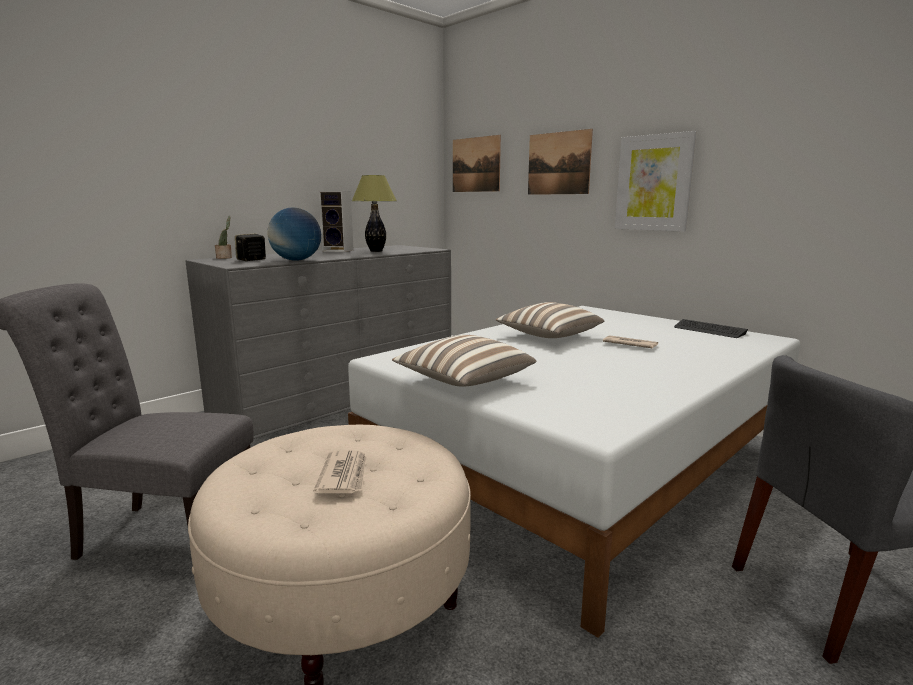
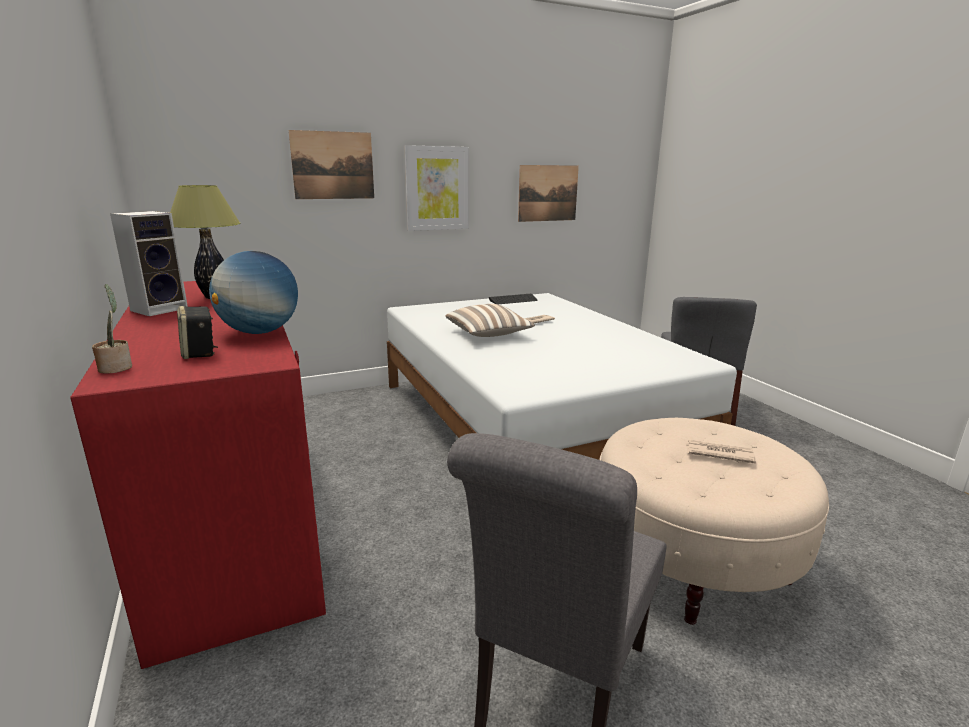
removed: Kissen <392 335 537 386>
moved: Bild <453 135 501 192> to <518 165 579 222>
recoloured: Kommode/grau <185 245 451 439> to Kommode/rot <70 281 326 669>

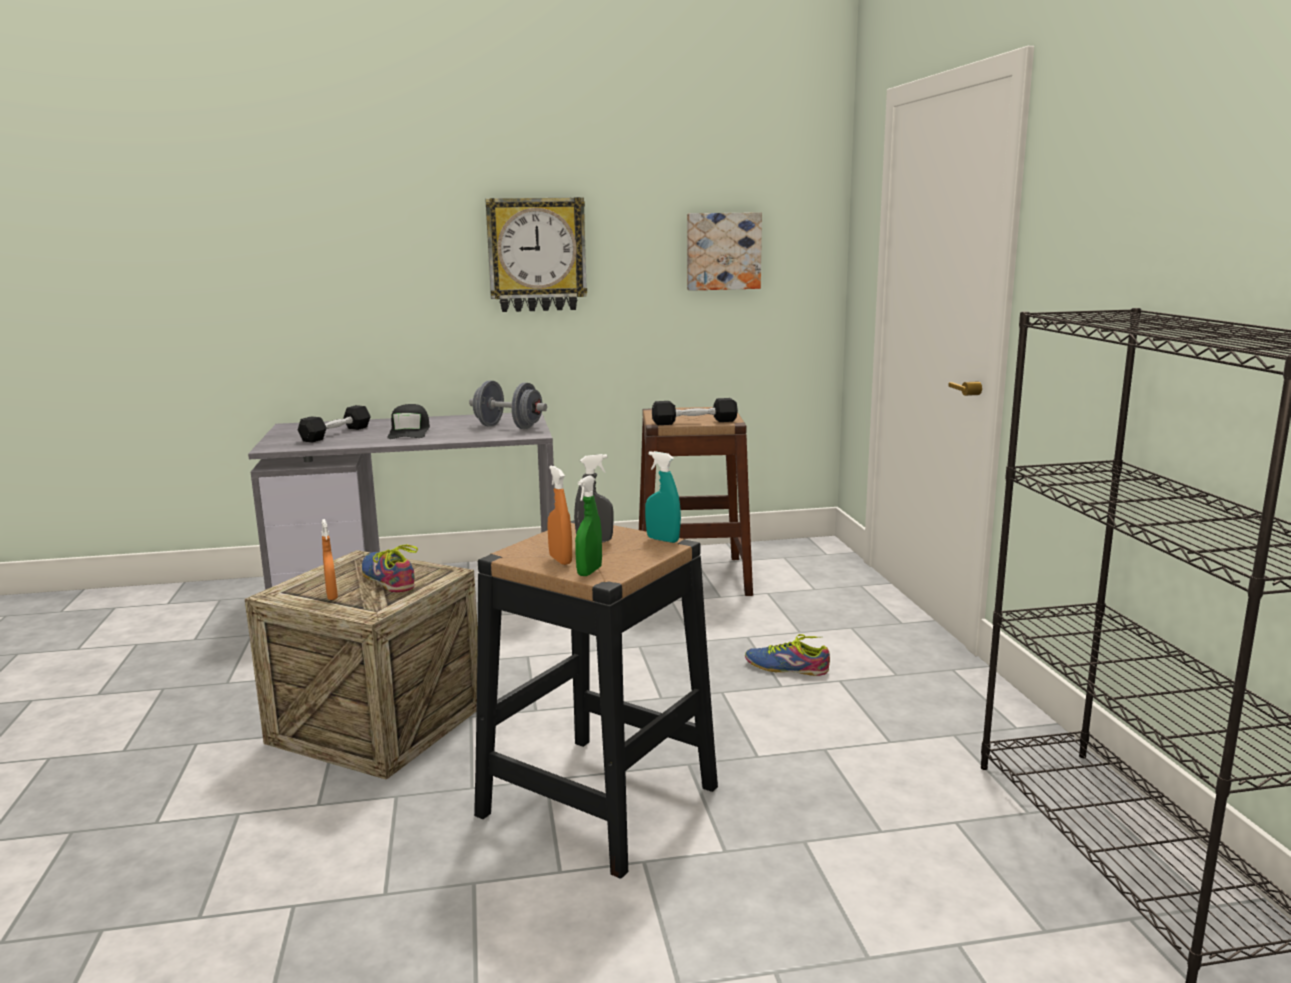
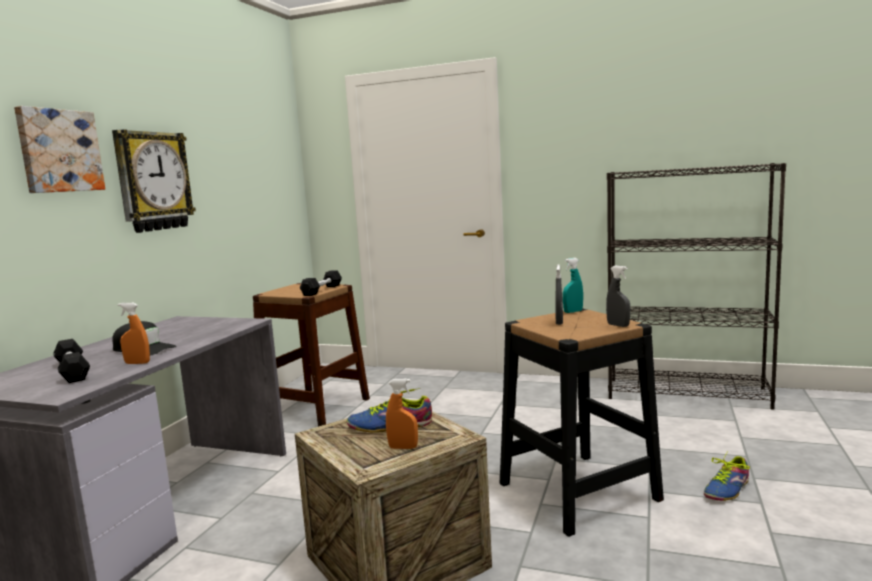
removed: Hantel/grau <469 381 547 429>
moved: Bild <687 212 762 291> to <14 106 105 193>; Sprühflasche/orange <547 466 572 565> to <118 303 150 364>; Schuh <745 634 830 676> to <704 451 750 501>
recoloured: Sprühflasche/grün <575 476 602 576> to Sprühflasche/grau <606 266 631 327>

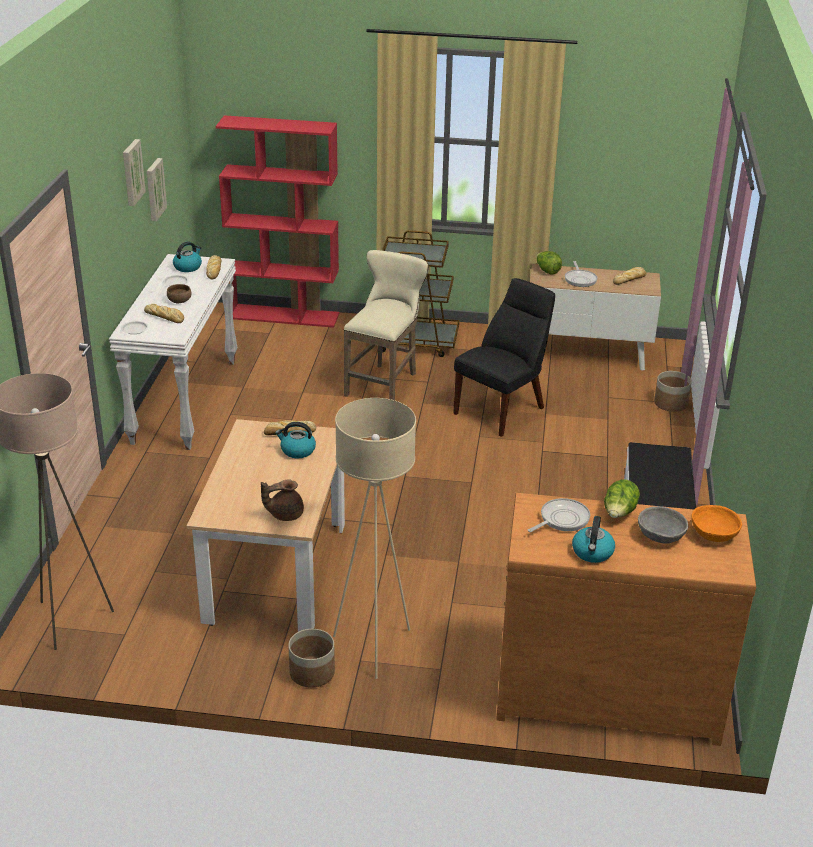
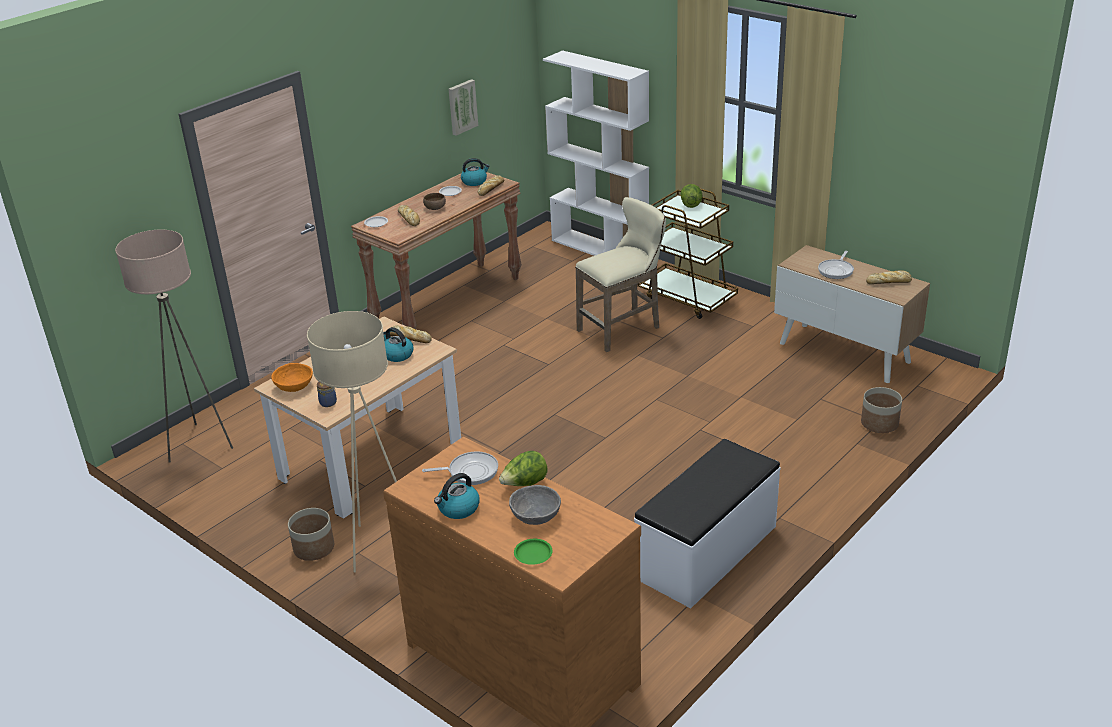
removed: Bild <123 139 146 206>; Stuhl/schwarz <453 278 555 437>
added: Teller/grün <514 539 553 565>
moved: Salatkopf <536 251 562 275> to <680 184 703 208>; Schüssel/orange <691 505 742 542> to <271 363 313 392>
replaced: Teekanne/braun <261 479 304 521> to Vorratsglas <317 382 337 407>
recoloured: Bücherregal/rot <216 115 339 328> to Bücherregal/weiß <543 50 649 256>; Konsolentisch/weiß <109 254 238 450> to Konsolentisch/braun <351 172 522 329>

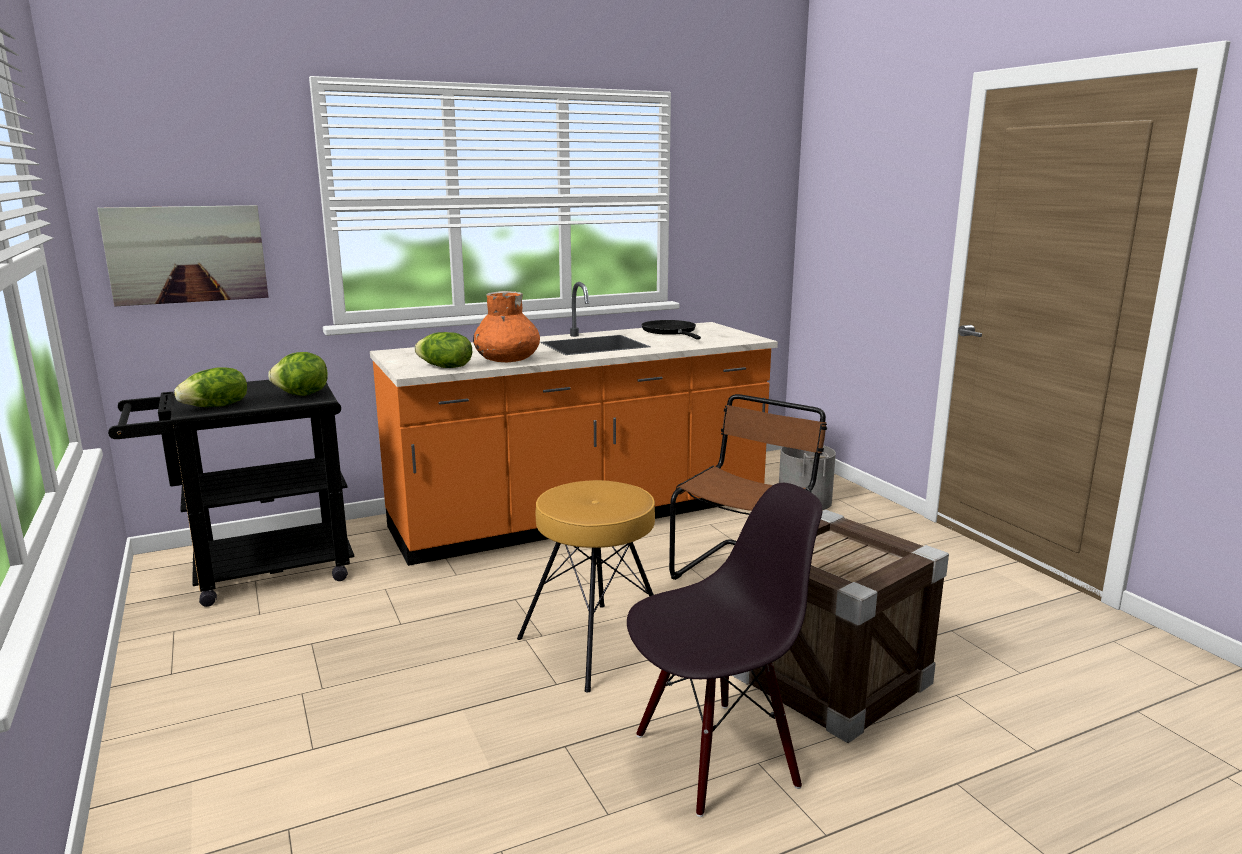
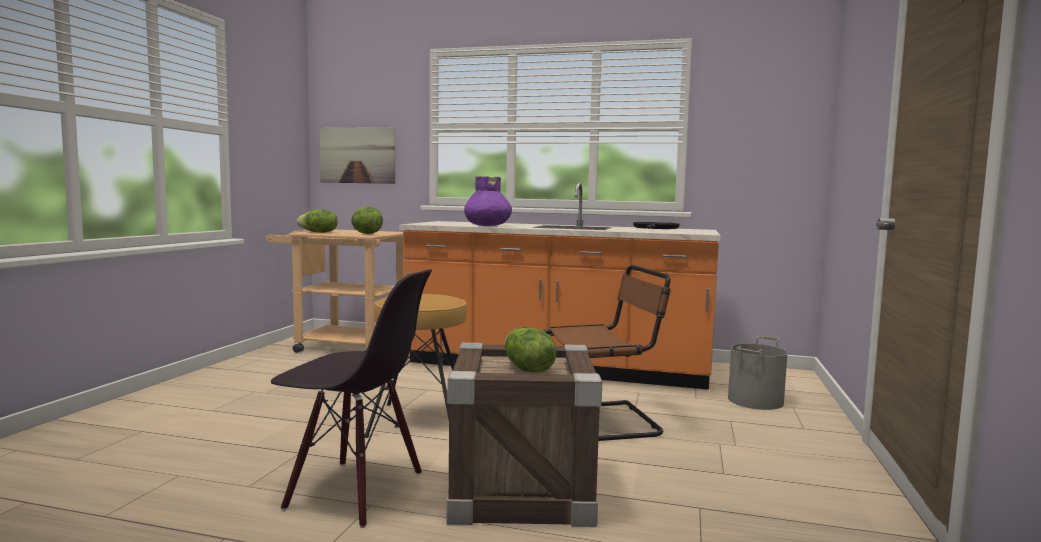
moved: Salatkopf <415 332 472 368> to <505 327 557 373>
recoloured: Vase/orange <473 291 540 363> to Vase/lila <464 176 512 226>; Rollwagen/schwarz <108 380 354 607> to Rollwagen/beige <265 229 404 353>

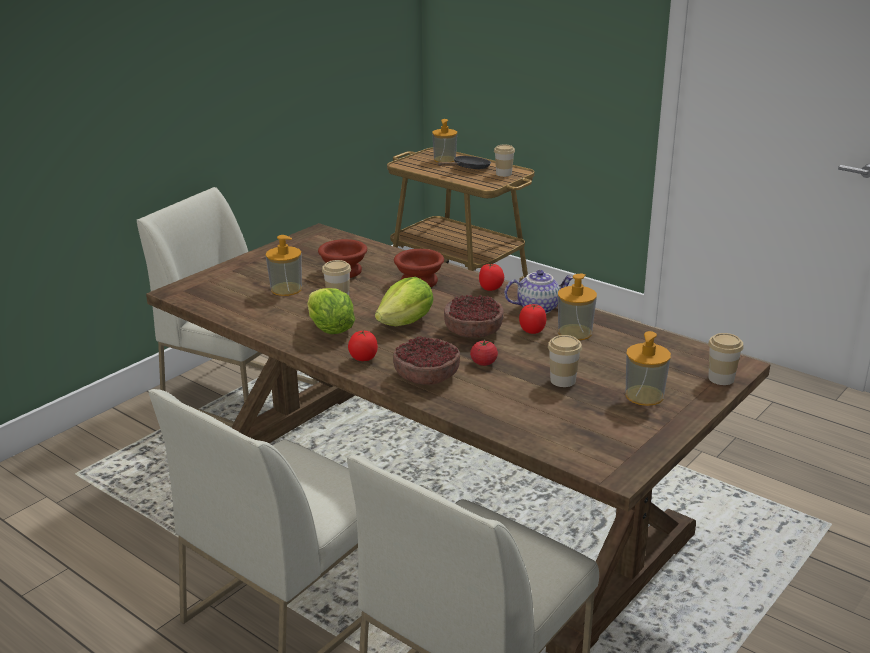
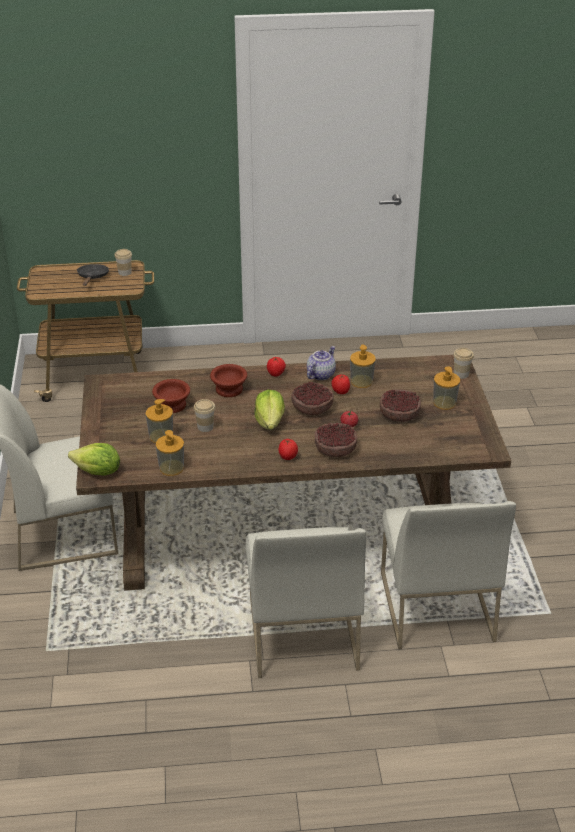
moved: Seifenspender <432 119 457 162> to <156 430 184 476>; Salatkopf <307 288 355 334> to <68 443 120 476>
replaced: Tasse <548 335 582 387> to Schüssel <380 389 421 422>

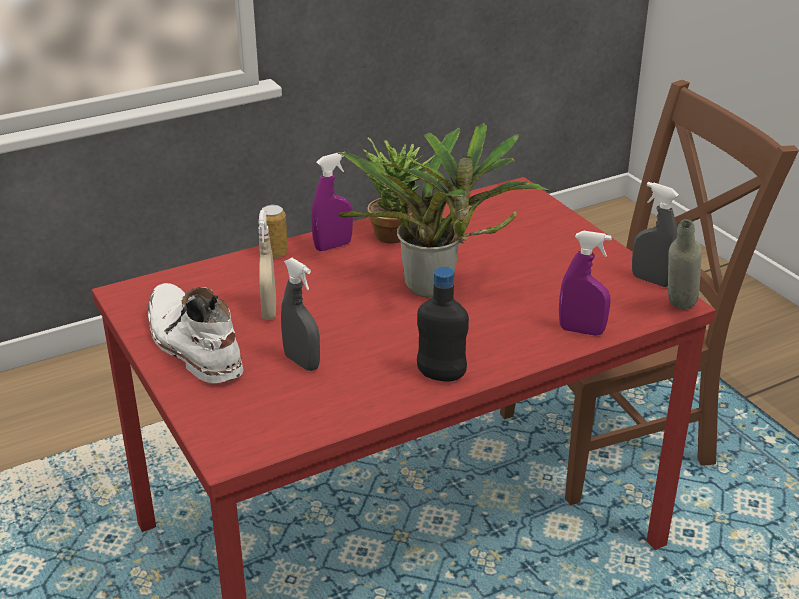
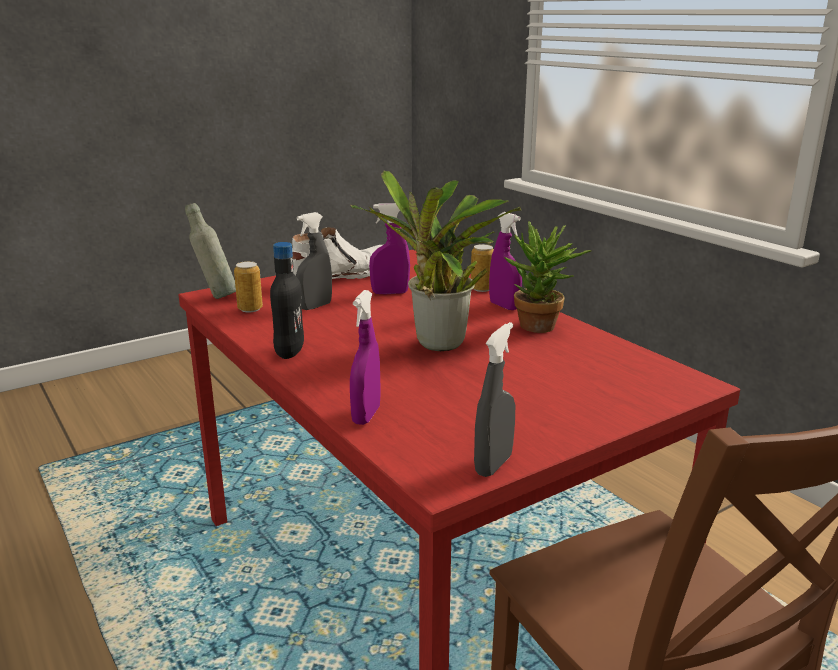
added: Dose <234 261 263 312>
moved: Flasche/grau <668 219 702 309> to <185 203 236 299>
recoloured: Sprühflasche/beige <259 210 276 320> to Sprühflasche/lila <369 203 410 294>

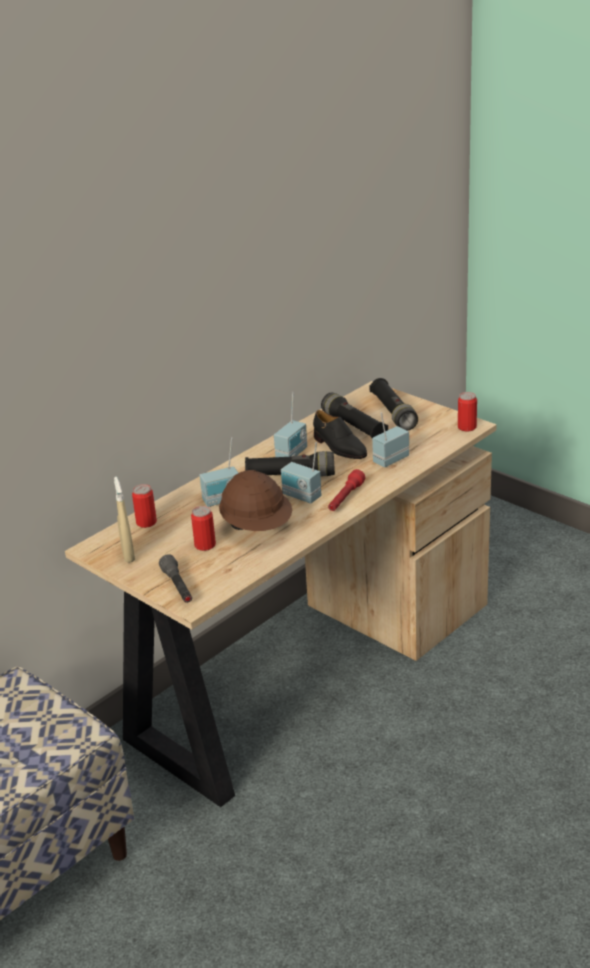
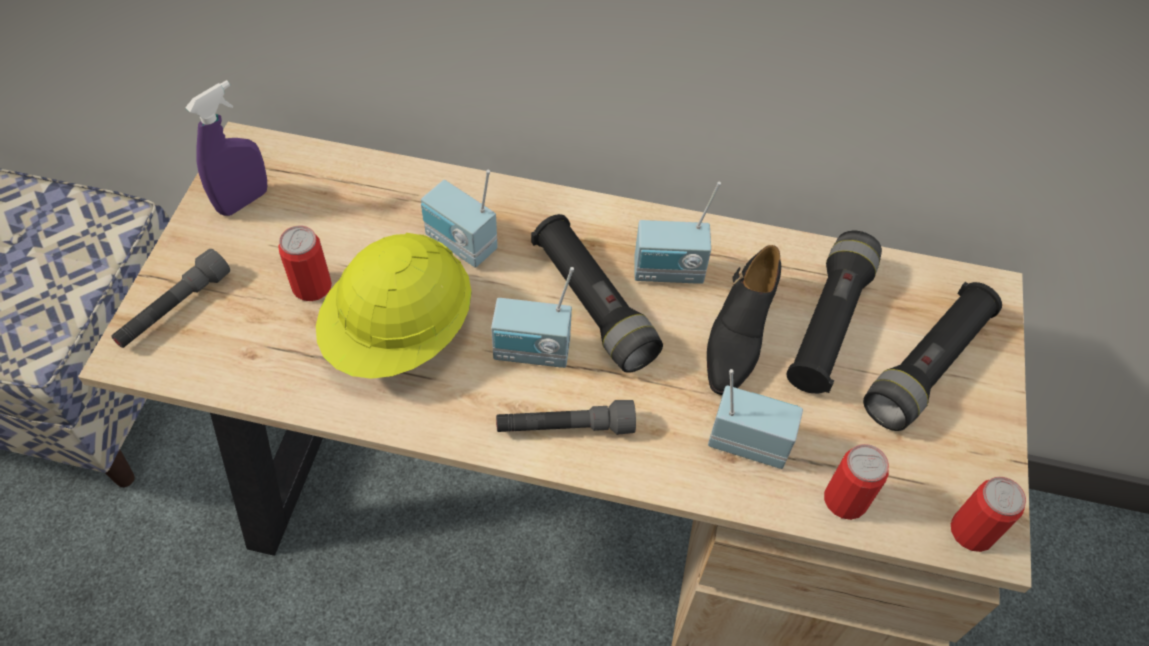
moved: Dose <132 484 157 528> to <824 444 889 520>
recoloured: Taschenlampe/rot <328 469 365 511> to Taschenlampe/grau <496 400 636 435>; Schutzhelm/braun <219 470 292 531> to Schutzhelm/gelb <316 233 472 379>; Sprühflasche/beige <114 477 135 563> to Sprühflasche/lila <185 80 267 216>
turned: Radio <281 442 321 503> = <491 267 574 368> 90 degrees counterclockwise

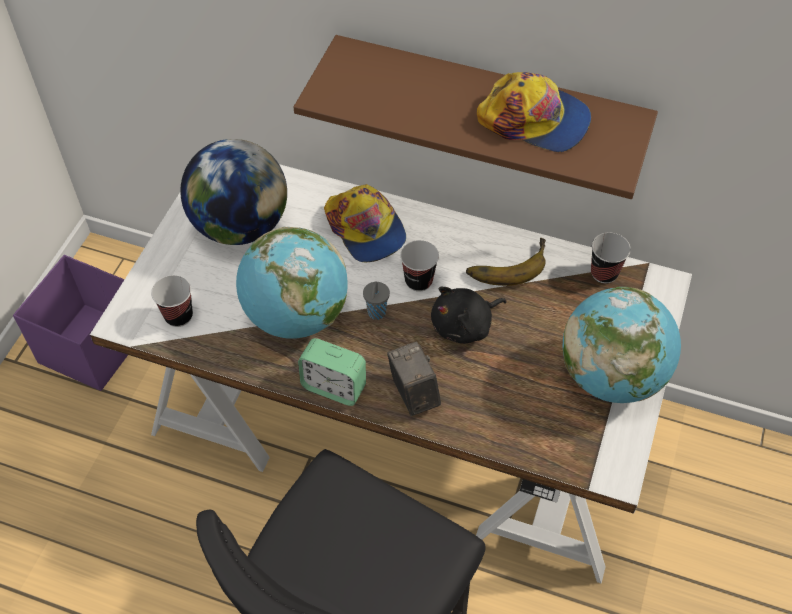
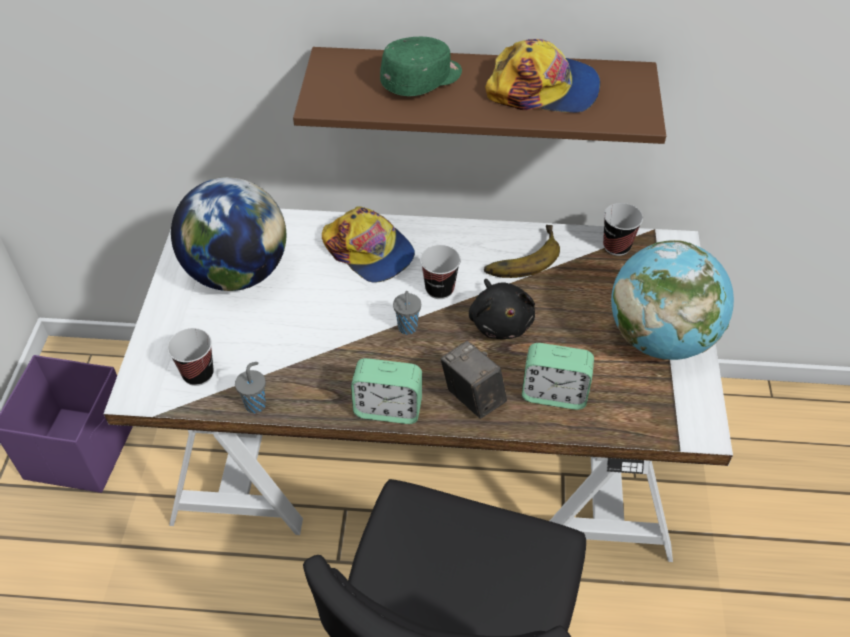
removed: Globus <236 227 348 339>
added: Kappe/grün <380 37 462 96>; Wecker <522 343 594 410>; Tasse/grau <235 362 266 413>
turned: Plüschtier/schwarz <431 286 507 344> = <469 279 535 339> 60 degrees counterclockwise

